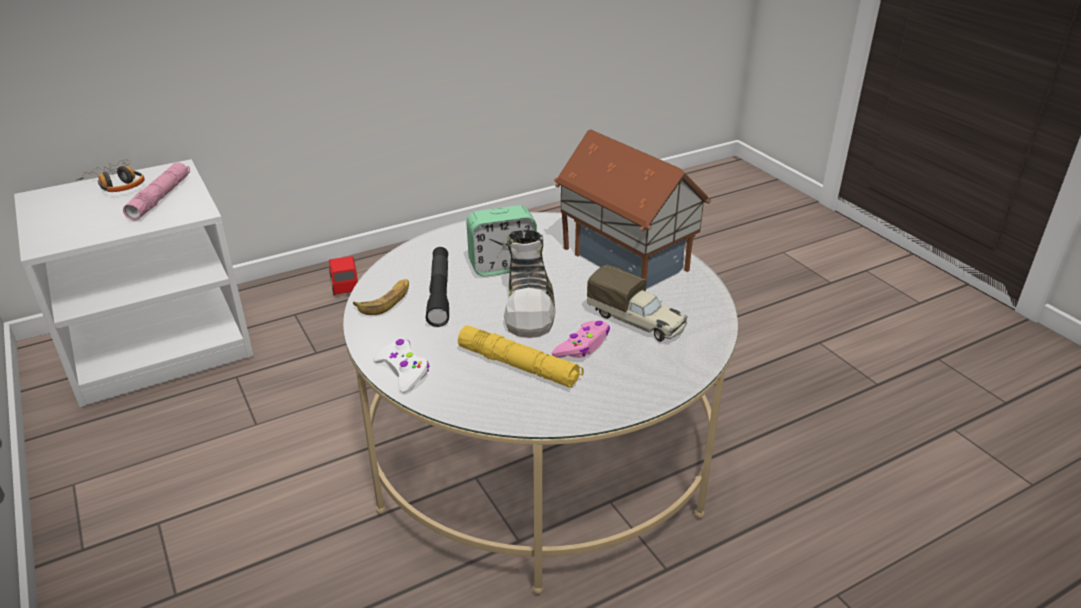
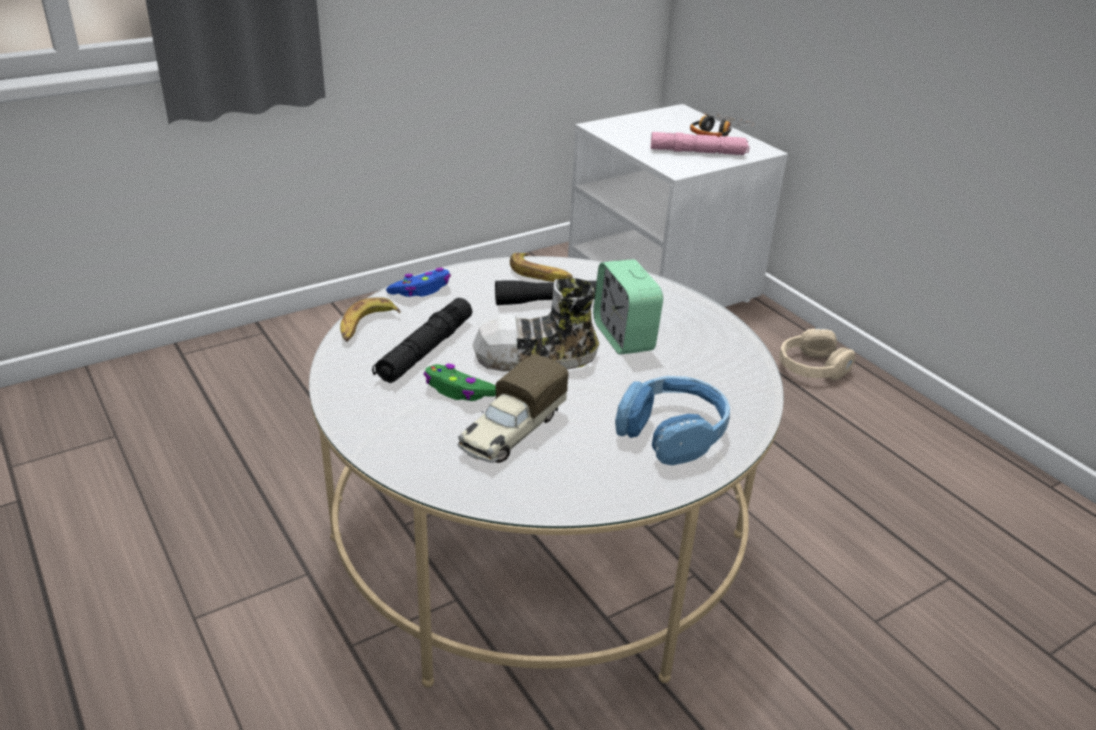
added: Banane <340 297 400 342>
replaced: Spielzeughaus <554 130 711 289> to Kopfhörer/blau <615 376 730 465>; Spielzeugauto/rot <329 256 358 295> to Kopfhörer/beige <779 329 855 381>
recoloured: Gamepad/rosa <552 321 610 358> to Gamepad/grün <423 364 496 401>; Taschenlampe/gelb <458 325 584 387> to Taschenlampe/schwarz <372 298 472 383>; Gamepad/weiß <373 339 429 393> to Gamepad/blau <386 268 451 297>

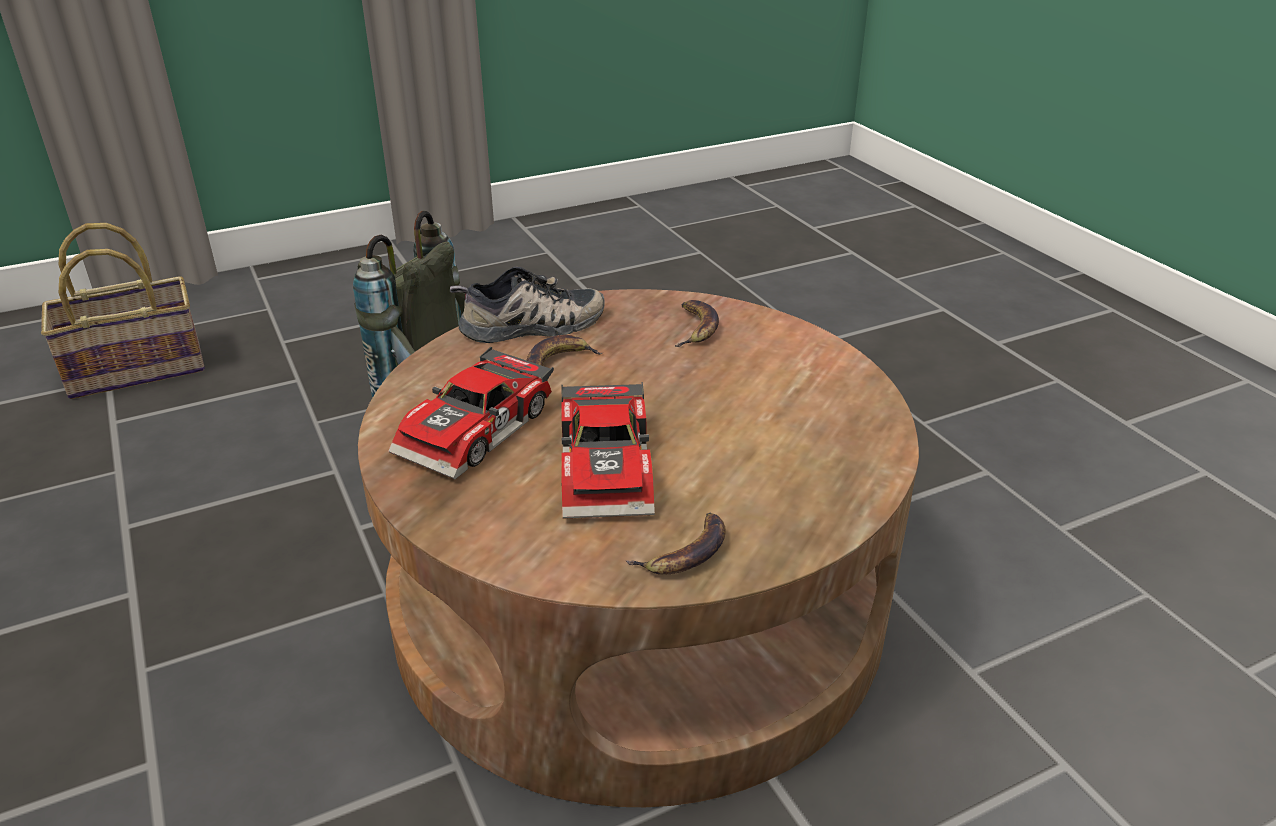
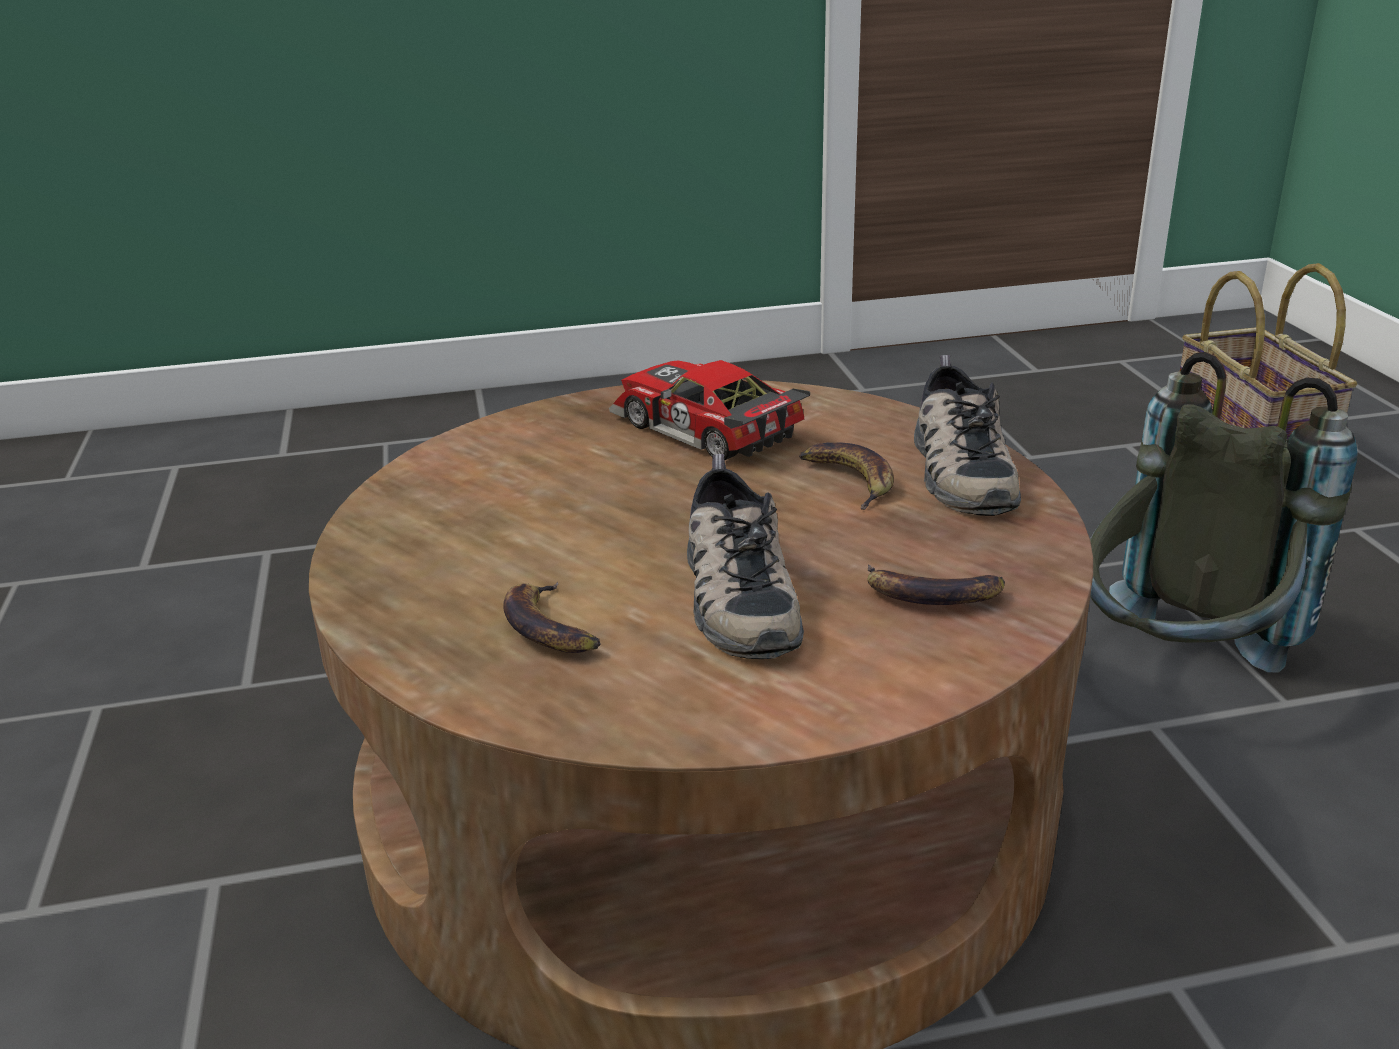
removed: Spielzeugauto <561 382 655 518>
added: Schuh <687 454 804 659>
moved: Banane <626 513 726 575> to <503 582 601 653>

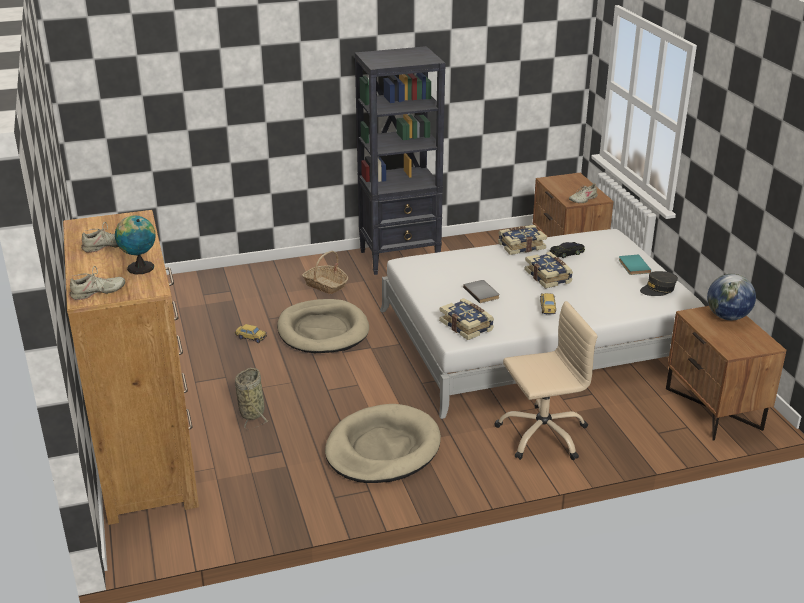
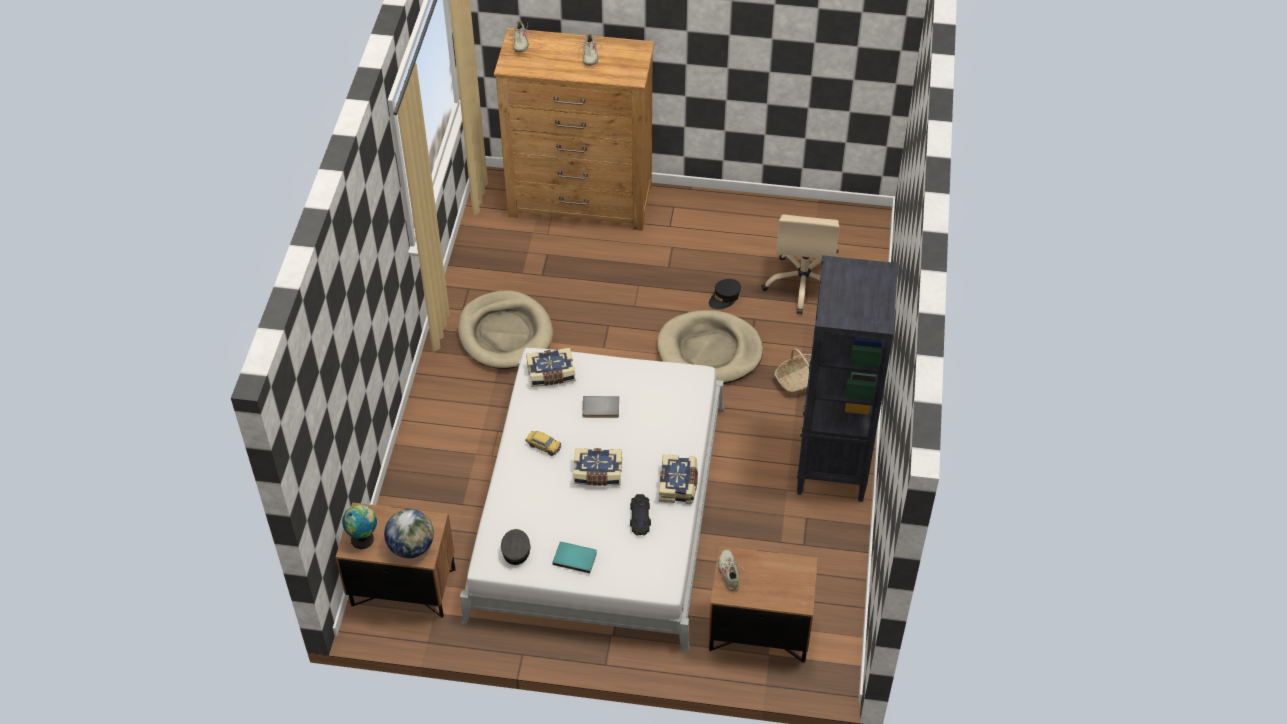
removed: Korb <235 368 268 430>
moved: Globus <115 215 155 274> to <342 504 377 549>; Bürostuhl/beige <495 301 598 460> to <761 214 840 314>
replaced: Spielzeugauto <235 324 267 343> to Kappe/schwarz <709 279 741 309>

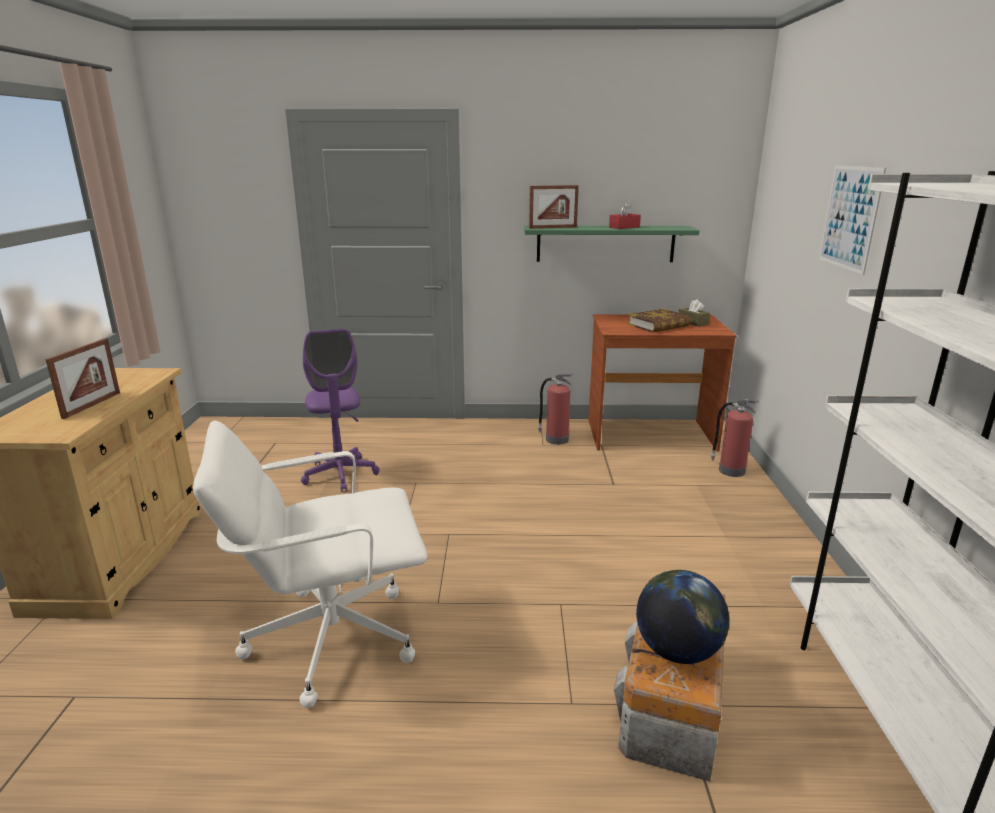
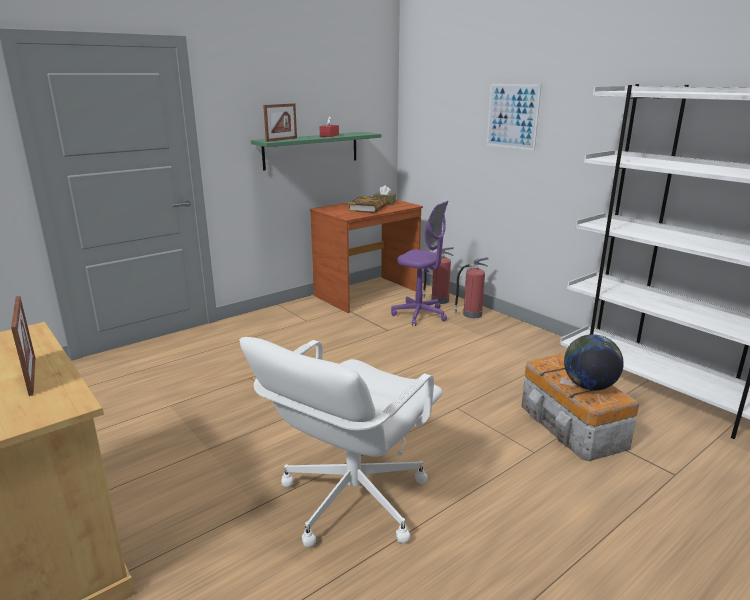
moved: Bürostuhl/lila <301 329 380 492> to <391 201 448 326>; Feuerlöscher <538 374 573 445> to <454 257 488 318>

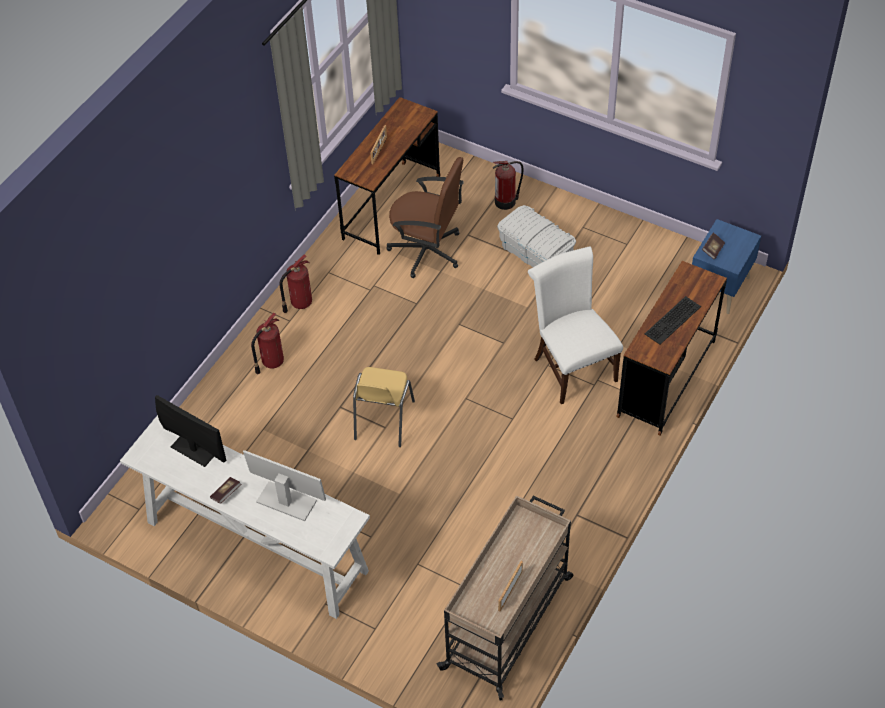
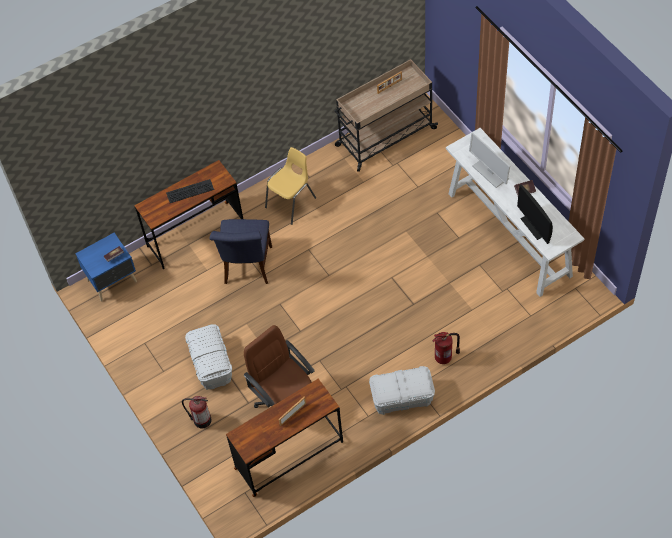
moved: Stuhl/gelb <353 367 415 447> to <265 147 316 225>
replaced: Feuerlöscher <279 254 312 313> to Aufbewahrungsbox/weiß <369 366 435 414>
recoloured: Stuhl/weiß <528 246 623 404> to Stuhl/blau <209 219 272 284>

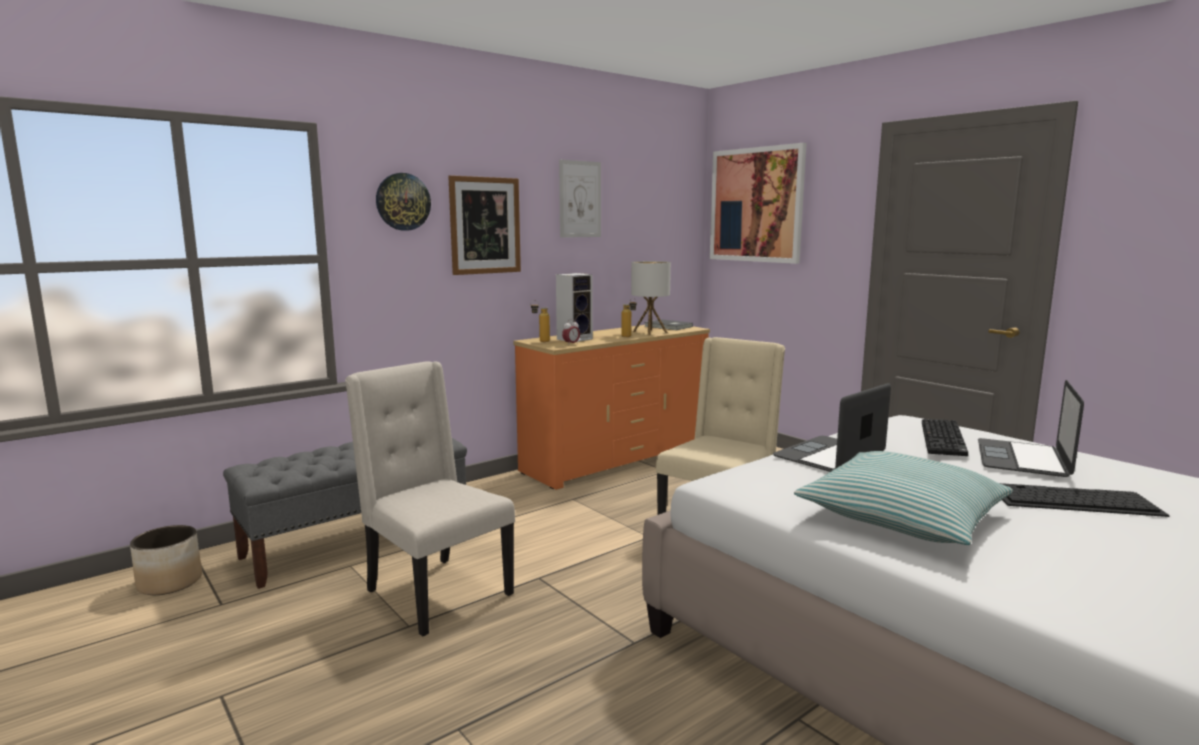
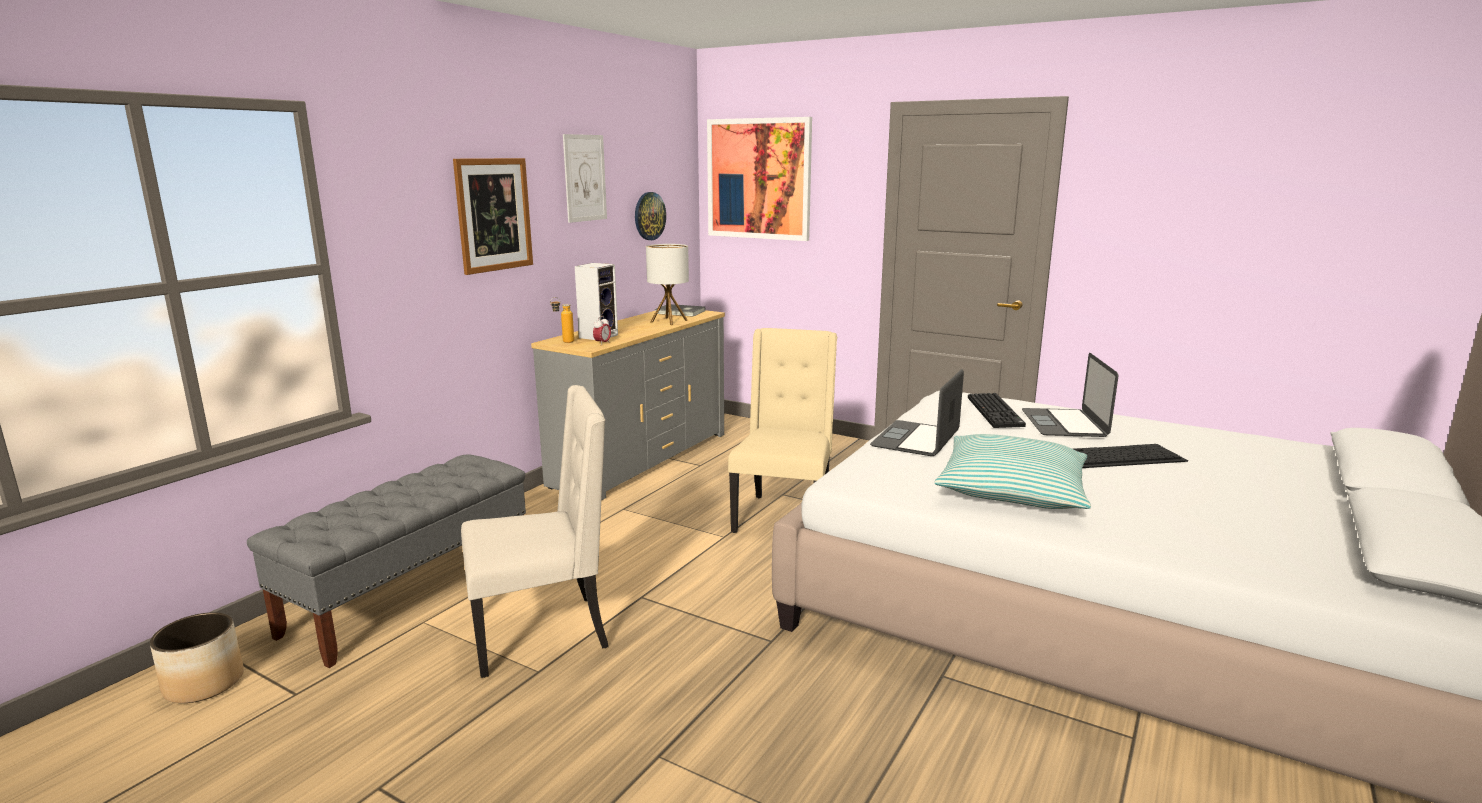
removed: Flasche <621 298 637 337>
moved: Wanduhr <376 173 431 231> to <635 192 666 240>
recoloured: Kommode/orange <514 325 710 490> to Kommode/grau <531 310 725 501>
turned: Stuhl/beige <345 361 515 636> = <461 385 608 678> 135 degrees clockwise

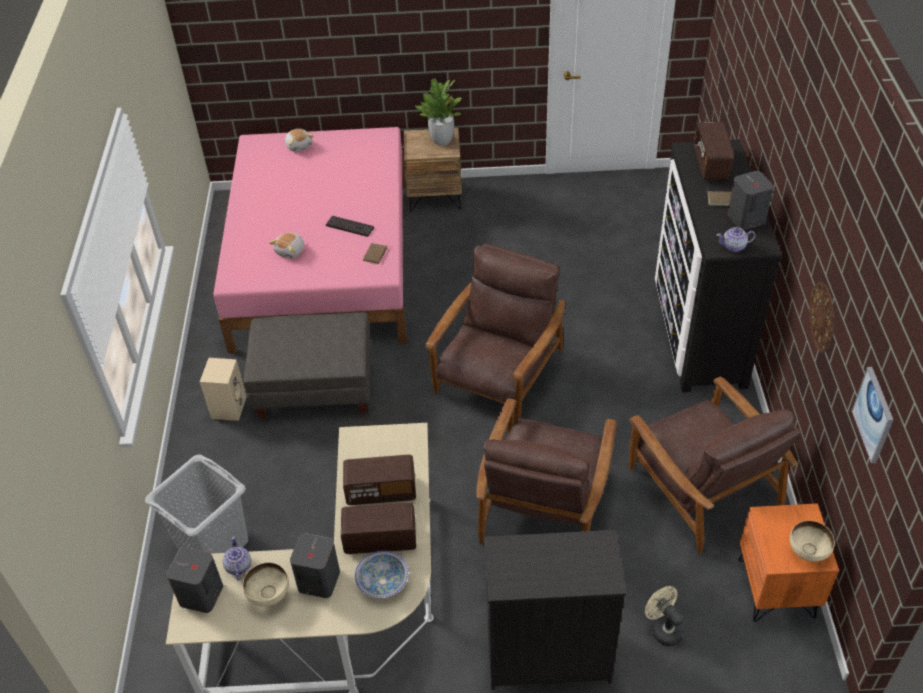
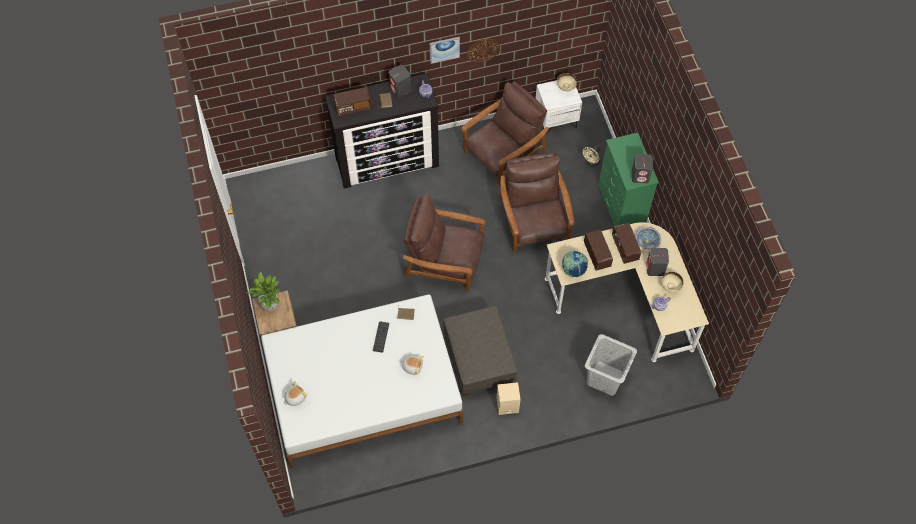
added: Globus <562 251 588 277>
moved: Bild <852 367 894 463> to <430 37 460 64>; Lautsprecher/grau <167 547 223 613> to <632 154 653 183>
recoloured: Bett/rosa <214 127 407 353> to Bett/weiß <261 294 463 468>; Nachttisch/orange <738 503 839 622> to Nachttisch/weiß <536 80 582 135>; Kommode/schwarz <484 530 626 690> to Kommode/grün <598 133 659 226>
turned: Sessel/braun <476 399 617 545> = <500 153 575 253> 105 degrees counterclockwise

